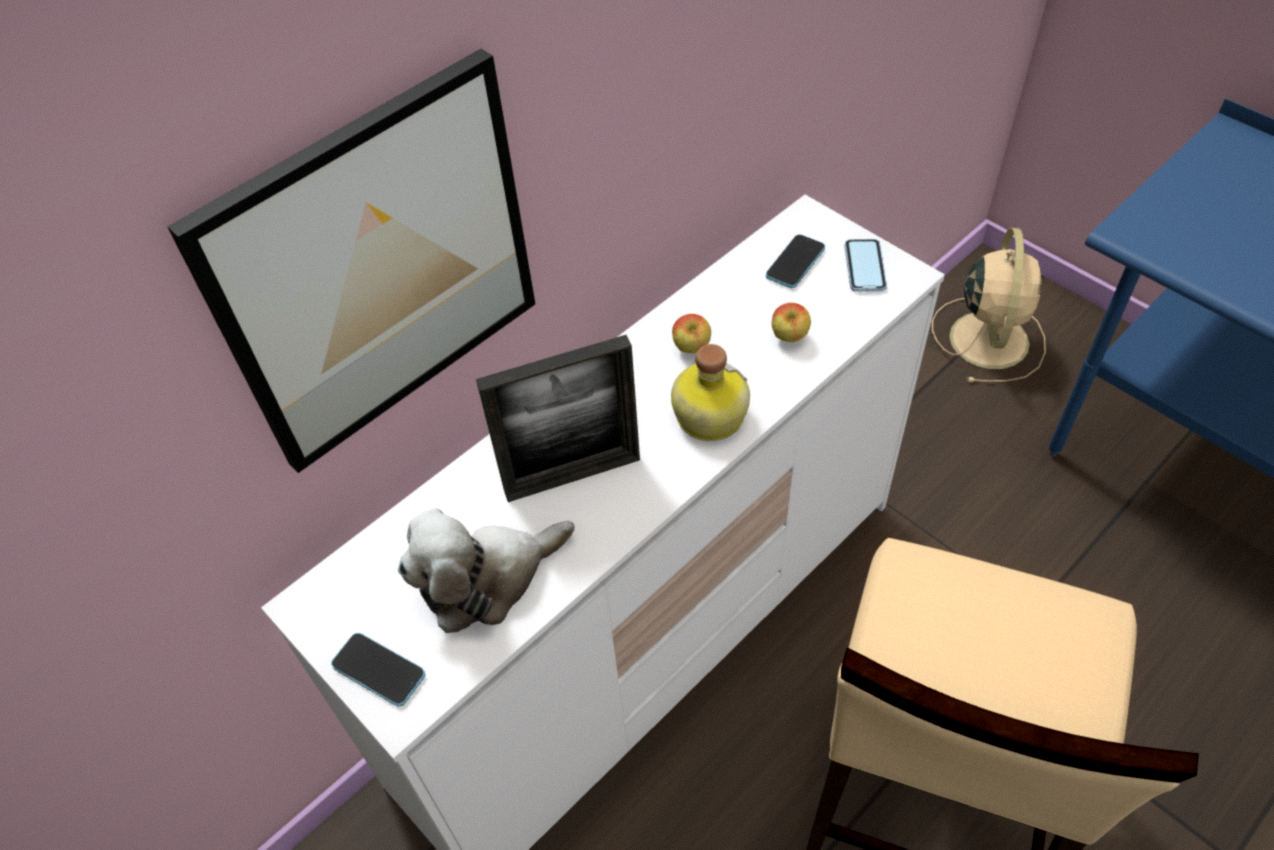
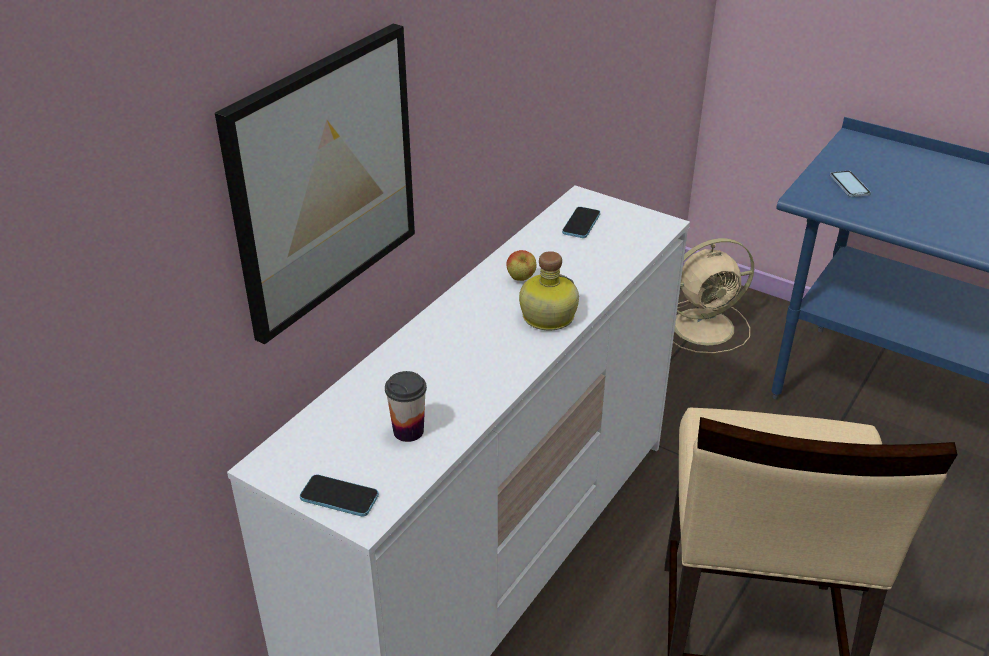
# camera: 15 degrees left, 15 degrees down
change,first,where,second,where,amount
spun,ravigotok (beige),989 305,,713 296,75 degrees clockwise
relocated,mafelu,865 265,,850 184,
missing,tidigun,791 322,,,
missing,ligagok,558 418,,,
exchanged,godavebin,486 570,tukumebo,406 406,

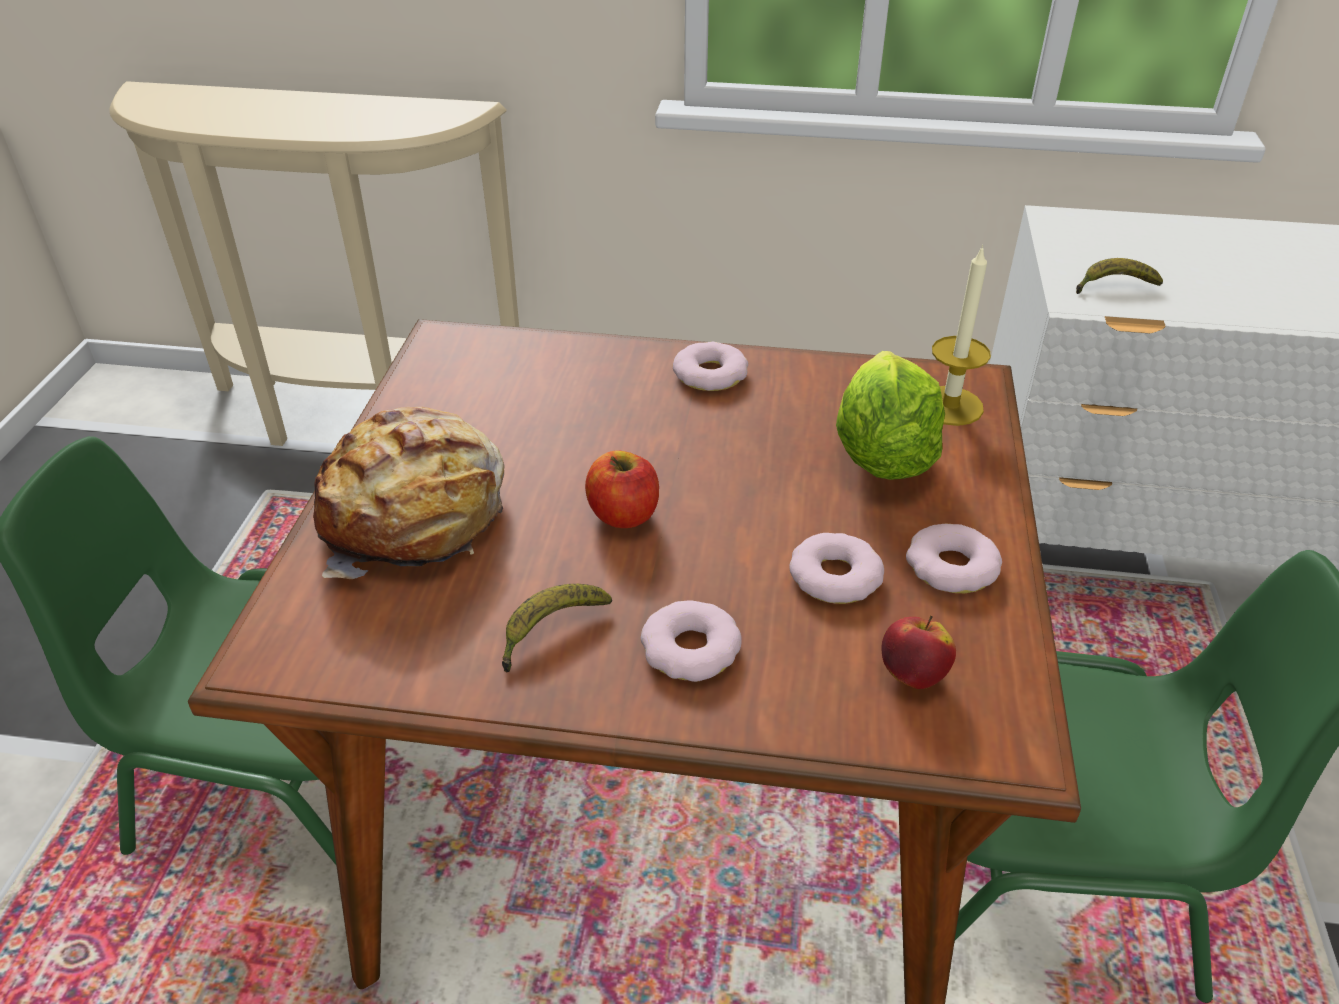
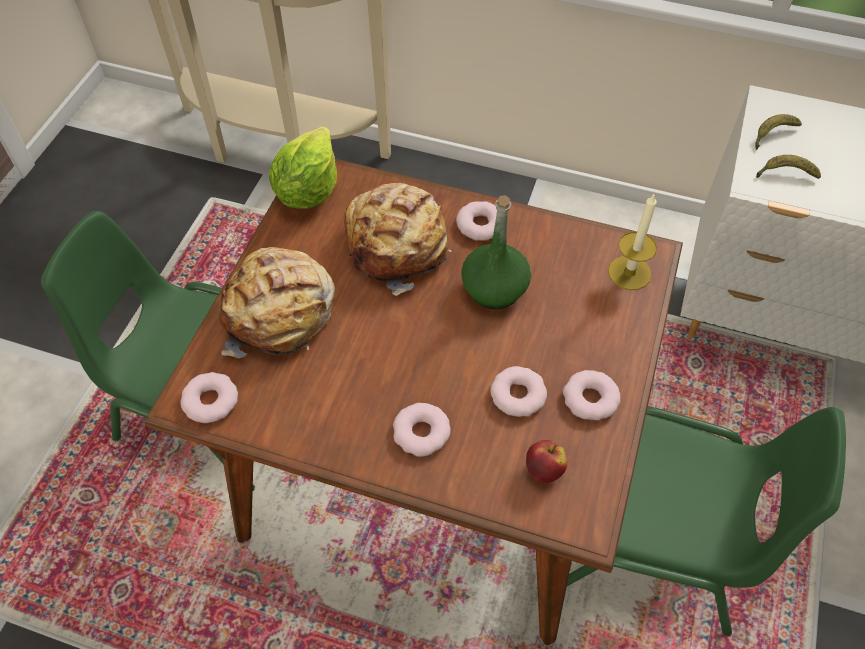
# camera: 10 degrees right, 15 degrees up
change,first,where,second,where,amount
relocated,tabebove,890 415,,303 167,
missing,tidigun,622 489,,,
relocated,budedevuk,557 628,,778 132,
appeared,,,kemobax,398 239,
appeared,,,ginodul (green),496 252,
appeared,,,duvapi,209 397,

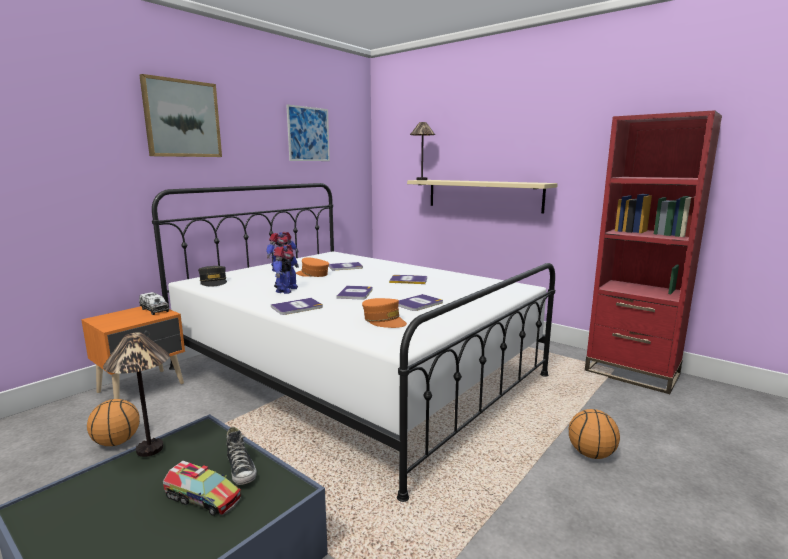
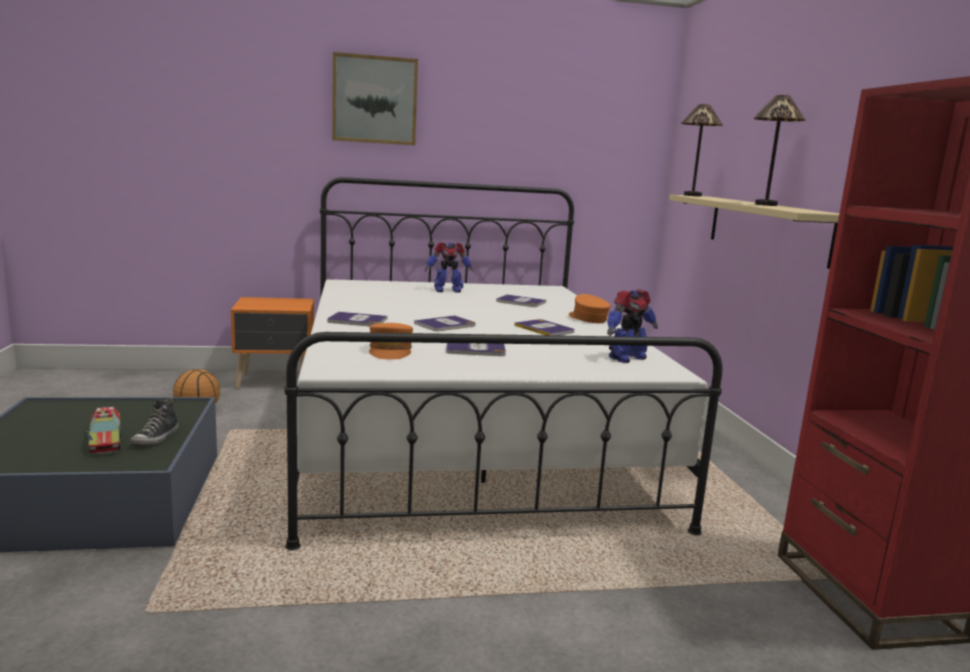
# camera: 40 degrees right, 0 degrees up
change,first,where,second,where,amount
missing,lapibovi,308 132,,,
relocated,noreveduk,286 269,,632 326,
relocated,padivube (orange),312 267,,590 308,
missing,padivube (grey),212 276,,,
missing,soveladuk,154 303,,,
relocated,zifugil,136 394,,779 150,
missing,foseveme,594 434,,,

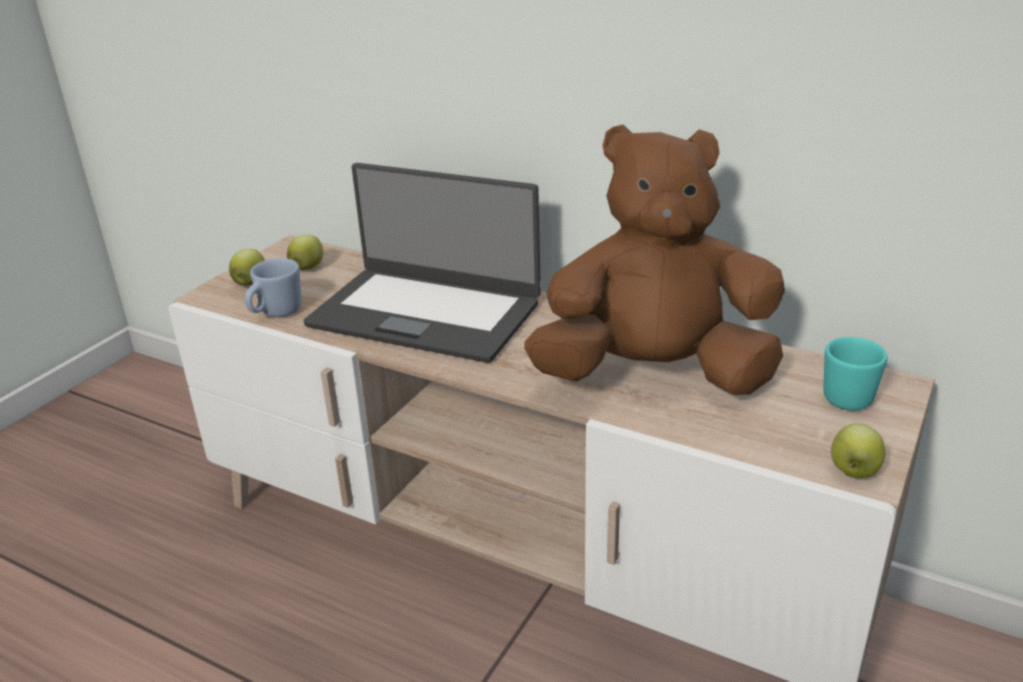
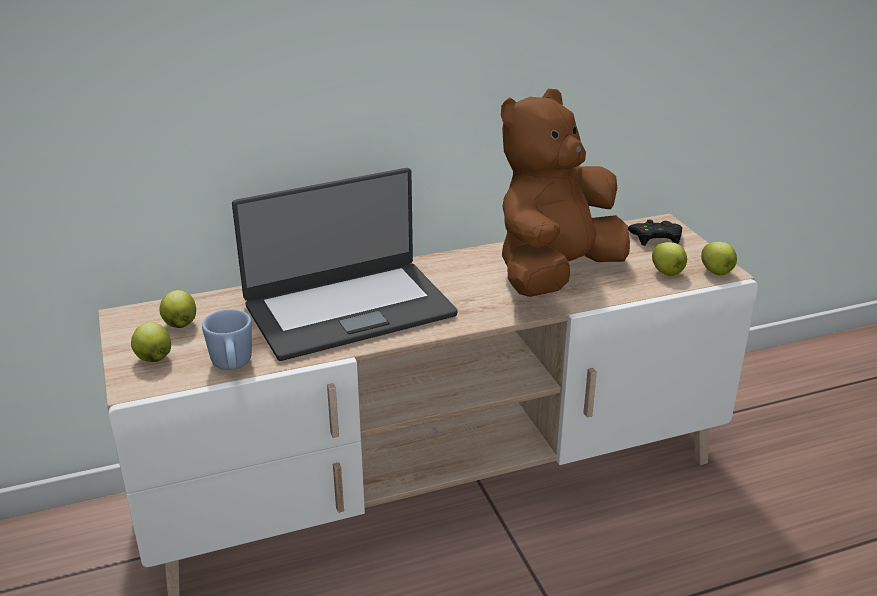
# camera: 50 degrees left, 0 degrees up
change,first,where,second,where,amount
exchanged,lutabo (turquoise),855 373,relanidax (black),655 232,
appeared,,,tidigun,669 259,

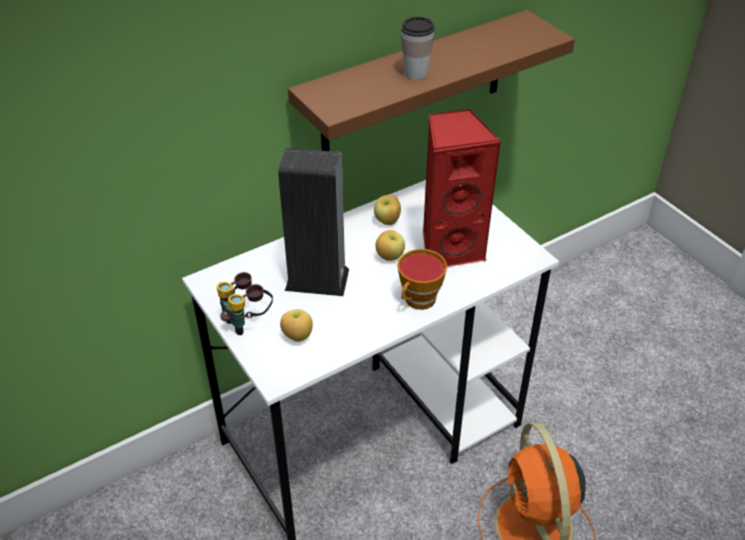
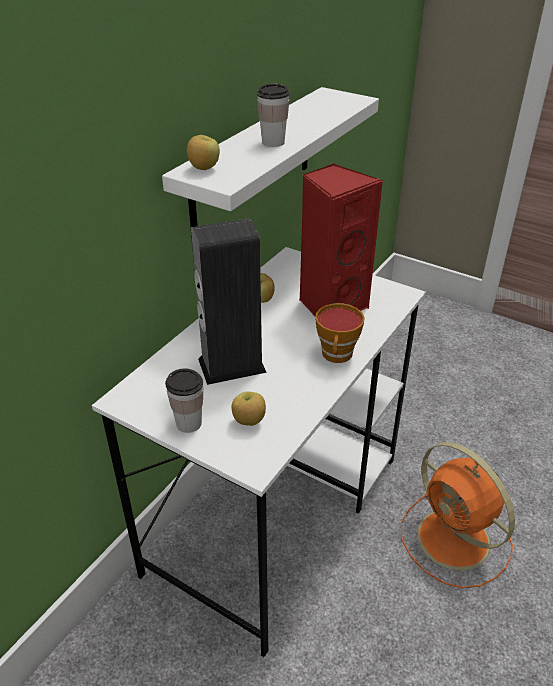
# camera: 25 degrees left, 5 degrees down
change,first,where,second,where,amount
colour,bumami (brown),431 80,bumami (white),270 162,
relocated,tidigun,390 245,,203 152,
exchanged,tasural,245 303,tukumebo,184 401,

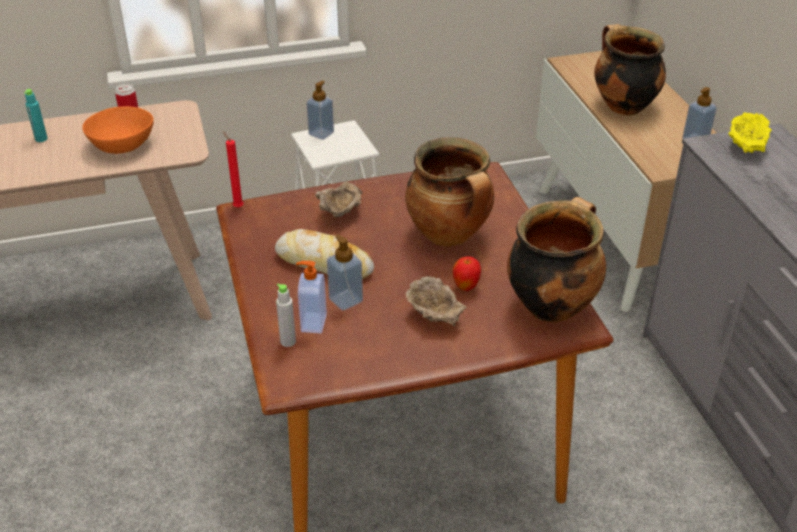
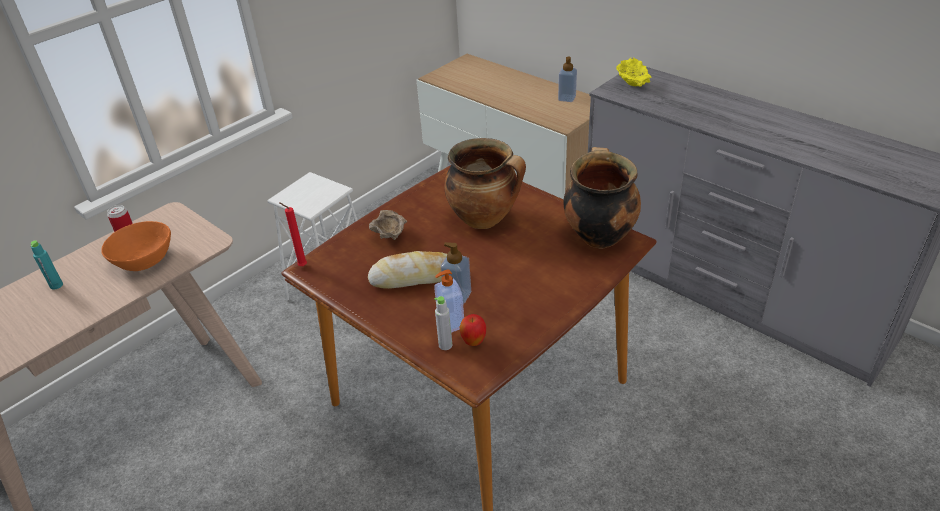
# camera: 30 degrees left, 0 degrees up
change,first,where,second,where,amount
missing,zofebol,630 70,,,
missing,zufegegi,320 110,,,
relocated,tidigun,467 273,,473 330,
missing,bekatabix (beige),436 301,,,

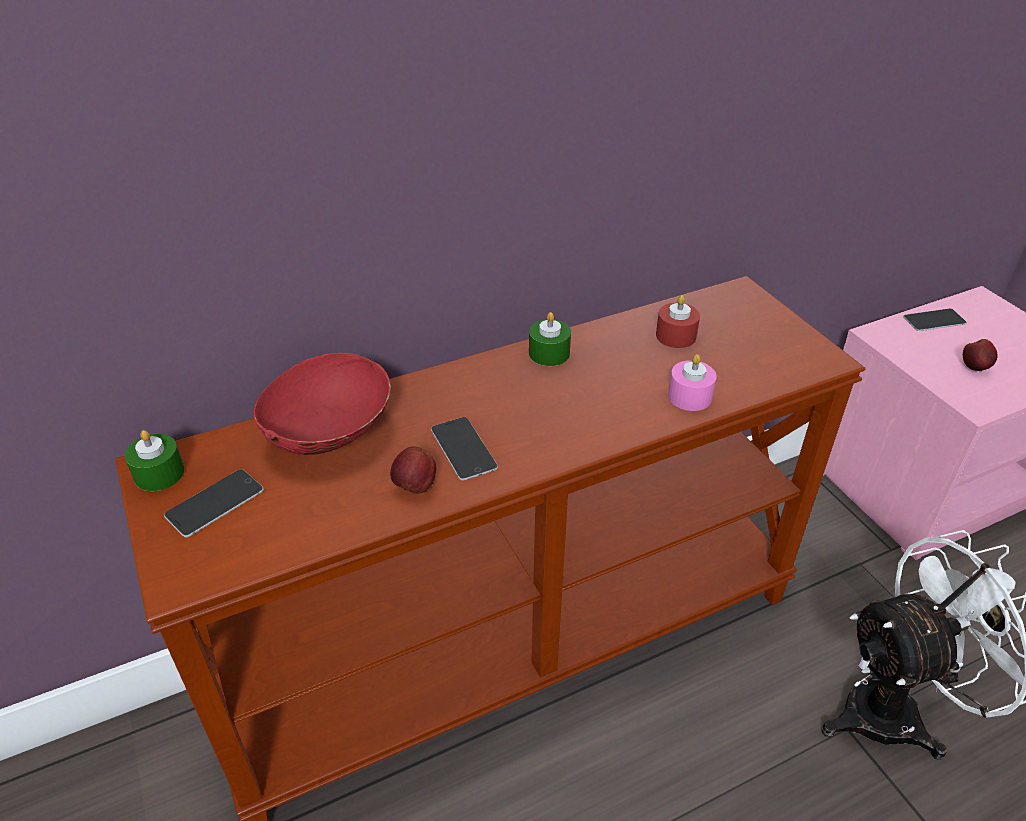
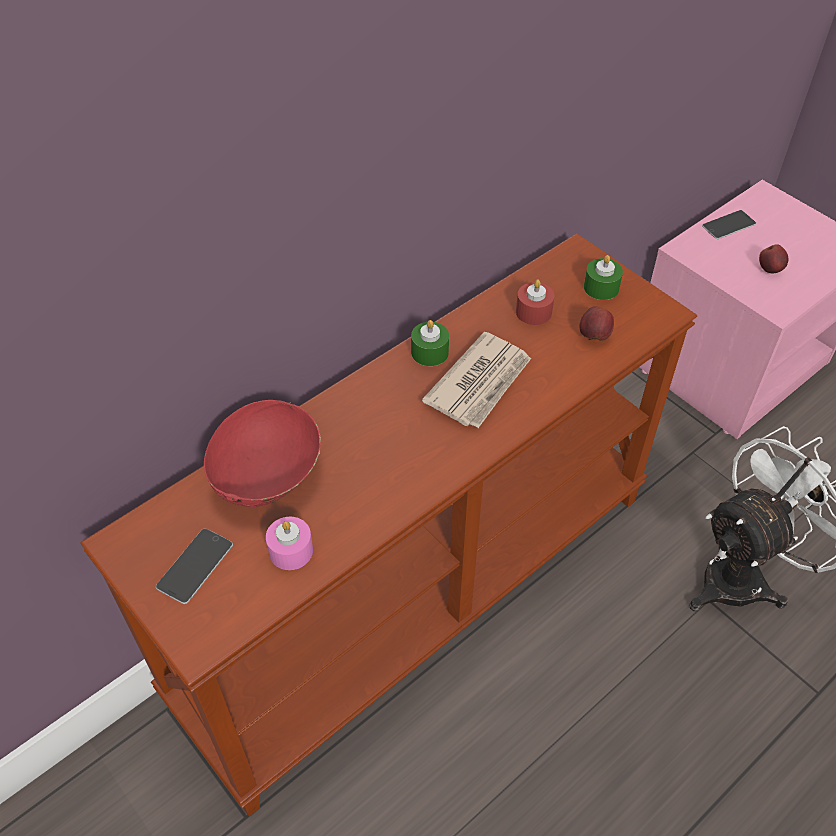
# camera: 15 degrees left, 10 degrees up
change,first,where,second,where,amount
relocated,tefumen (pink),692 382,,289 543,
missing,mafelu,464 449,,,
relocated,tefumen (green),155 460,,603 277,
relocated,tidigun,413 470,,597 323,
appeared,,,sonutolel,476 380,

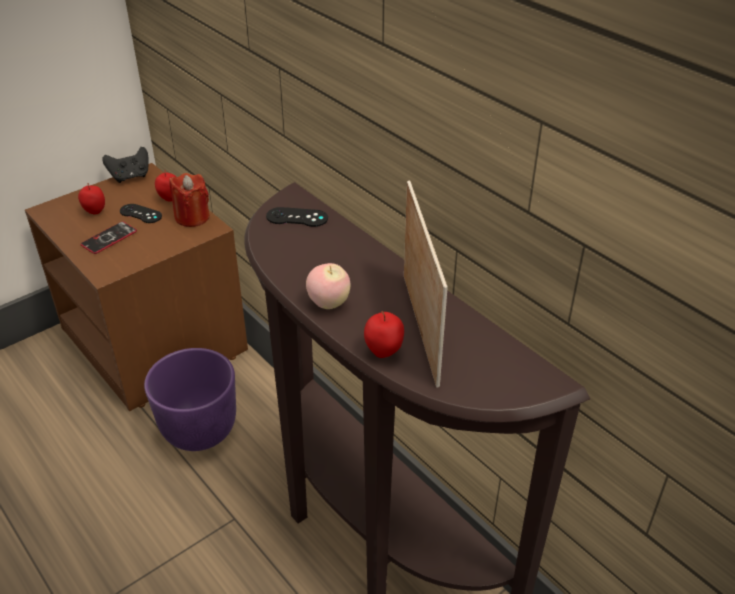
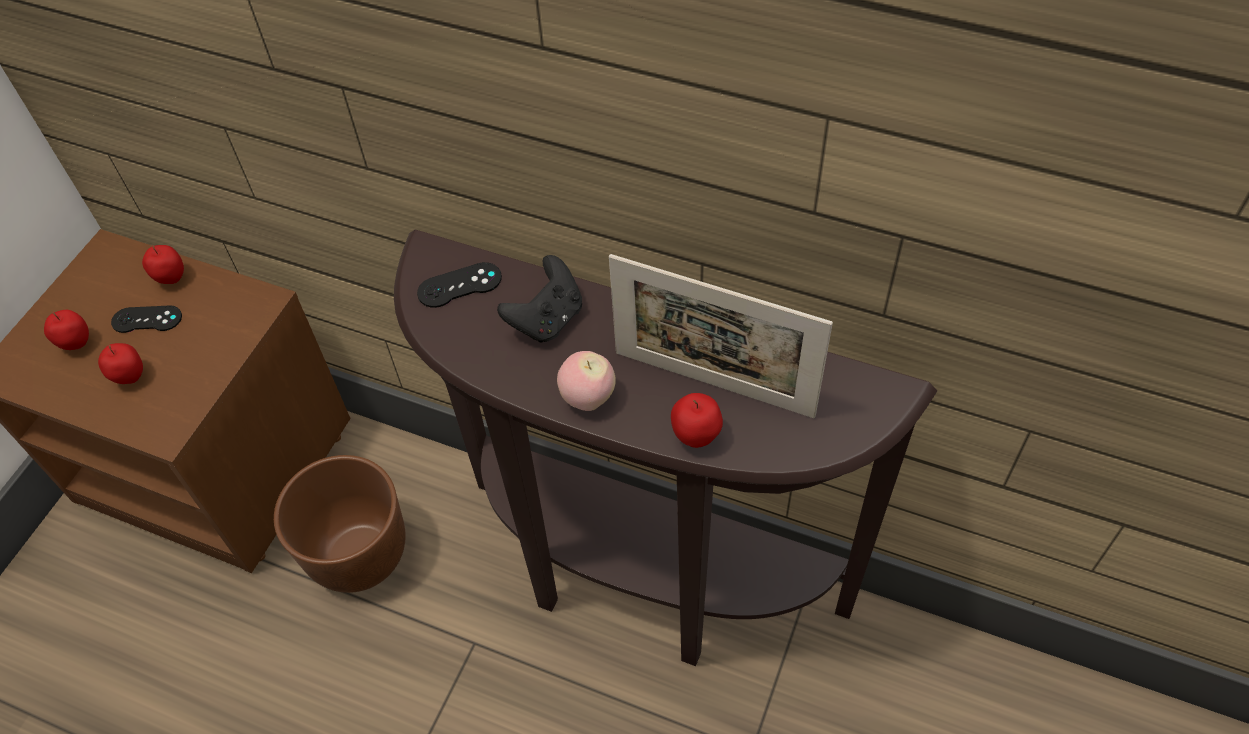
# camera: 25 degrees left, 15 degrees up
change,first,where,second,where,amount
relocated,relanidax (black),125 165,,539 299,
missing,tefumen (red),189 200,,,
spun,ligagok,426 284,,721 336,150 degrees clockwise
exchanged,mafelu,109 238,tidigun,120 363,
colour,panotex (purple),190 399,panotex (brown),340 524,

